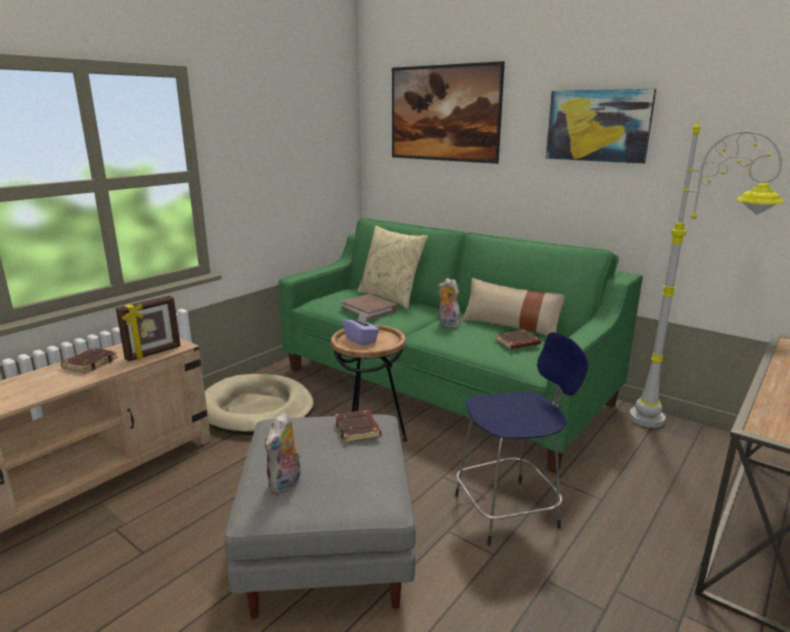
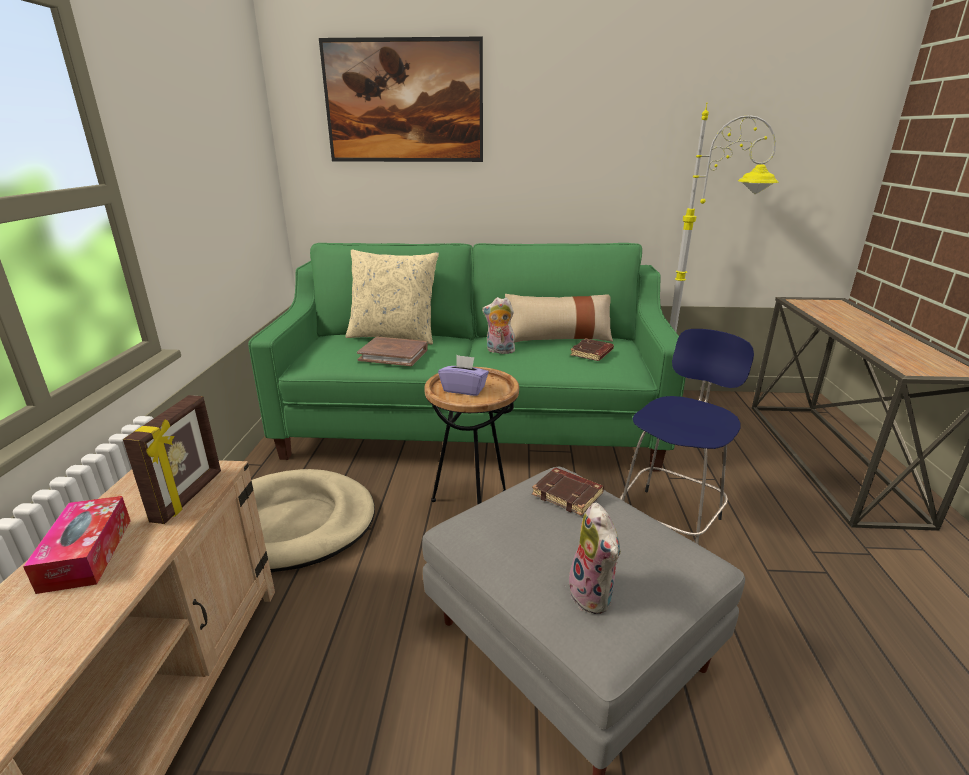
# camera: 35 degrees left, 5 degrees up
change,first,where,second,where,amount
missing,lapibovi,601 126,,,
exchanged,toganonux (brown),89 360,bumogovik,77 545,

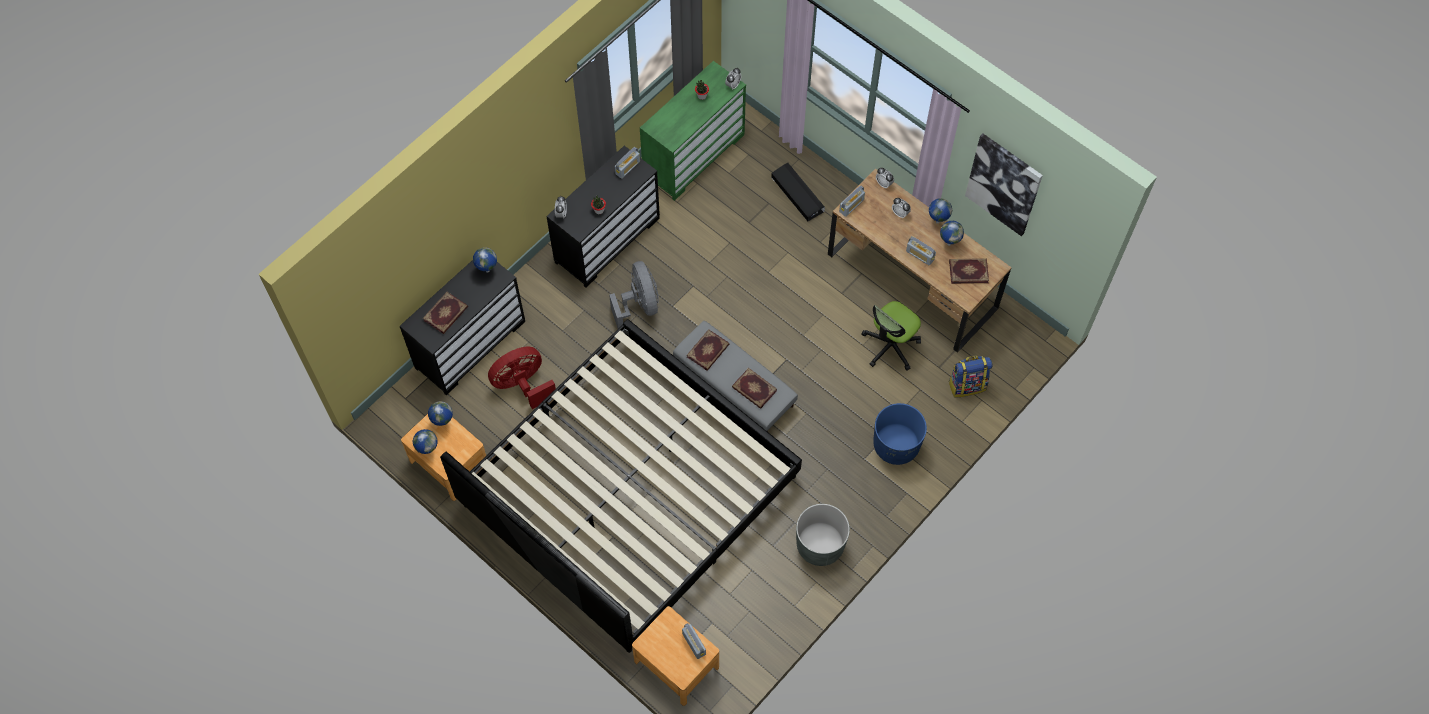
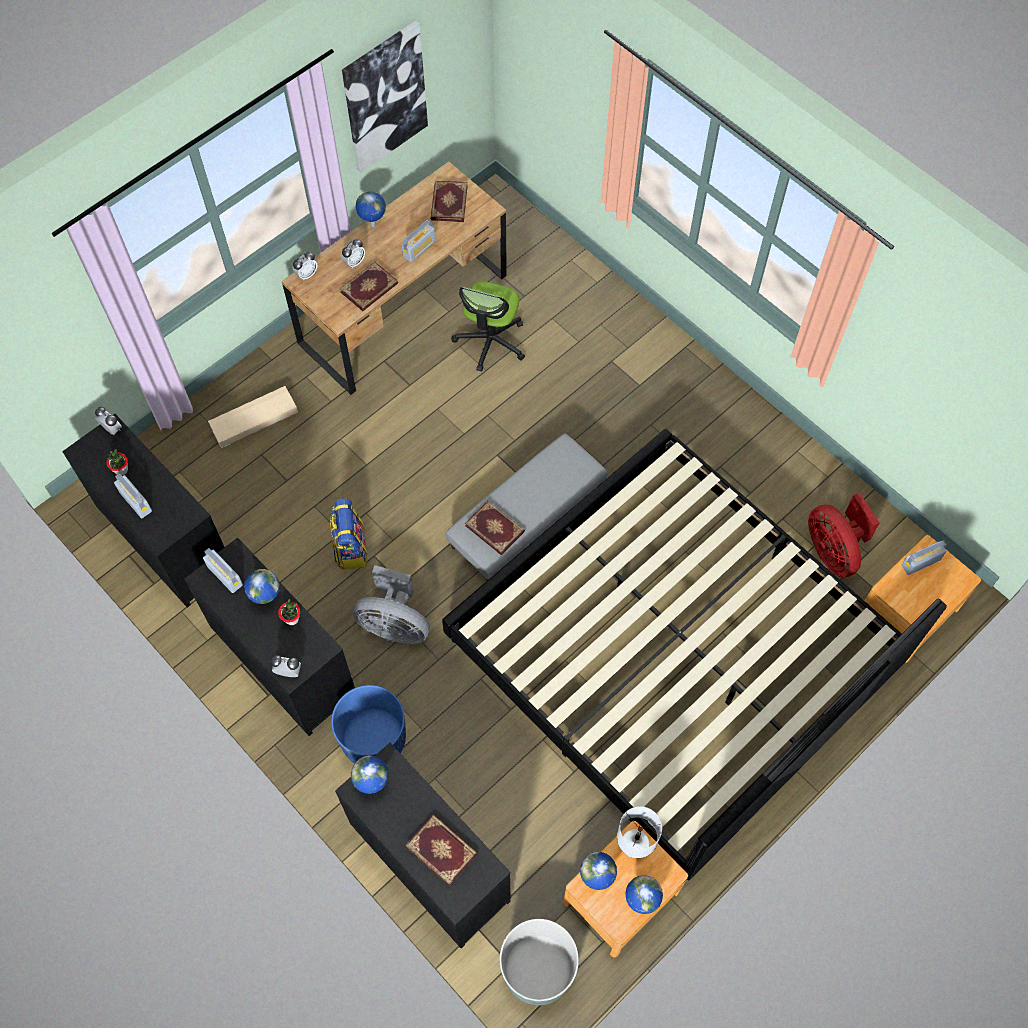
# camera: 85 degrees left, 0 degrees up
change,first,where,second,where,amount
colour,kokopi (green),693 131,kokopi (black),143 511,
colour,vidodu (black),798 192,vidodu (beige),253 417,
relocated,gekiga,852 201,,133 495,
relocated,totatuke,952 233,,262 586,
spun,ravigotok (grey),634 294,,391 604,150 degrees counterclockwise
spun,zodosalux,891 336,,488 326,60 degrees clockwise
relocated,ravigotok (red),522 378,,844 535,
relocated,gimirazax,971 376,,348 534,
relocated,toganonux,754 388,,369 286,
relocated,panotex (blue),900 434,,368 724,
relocated,panotex (grey),823 535,,539 962,
appeared,,,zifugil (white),639 832,

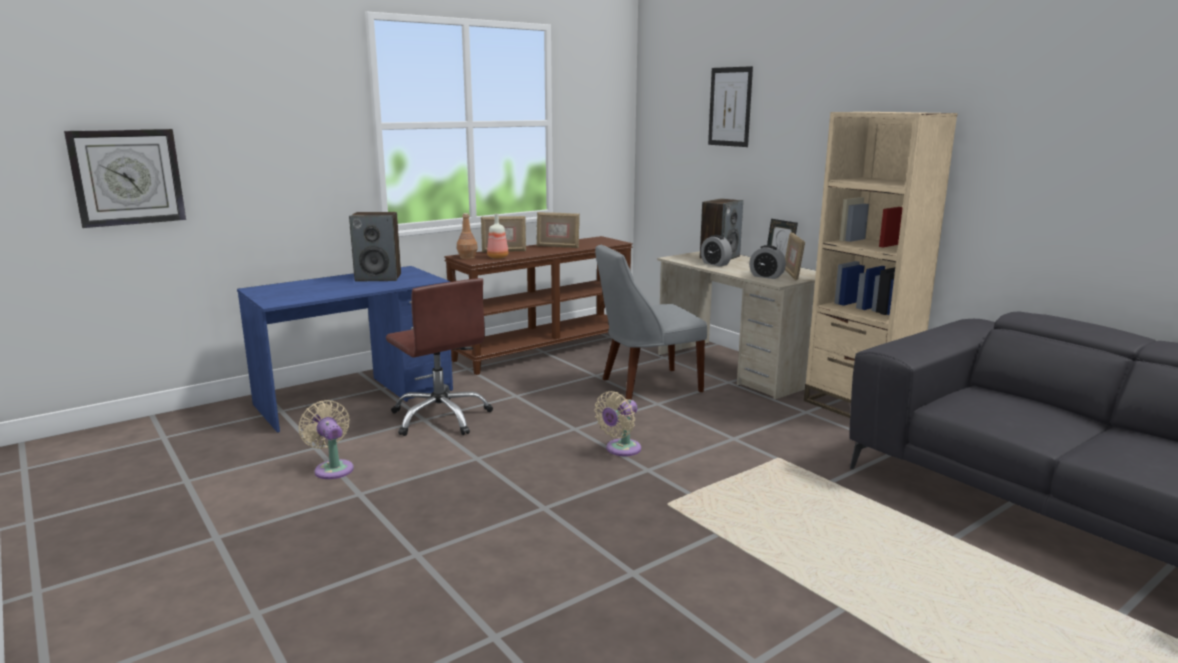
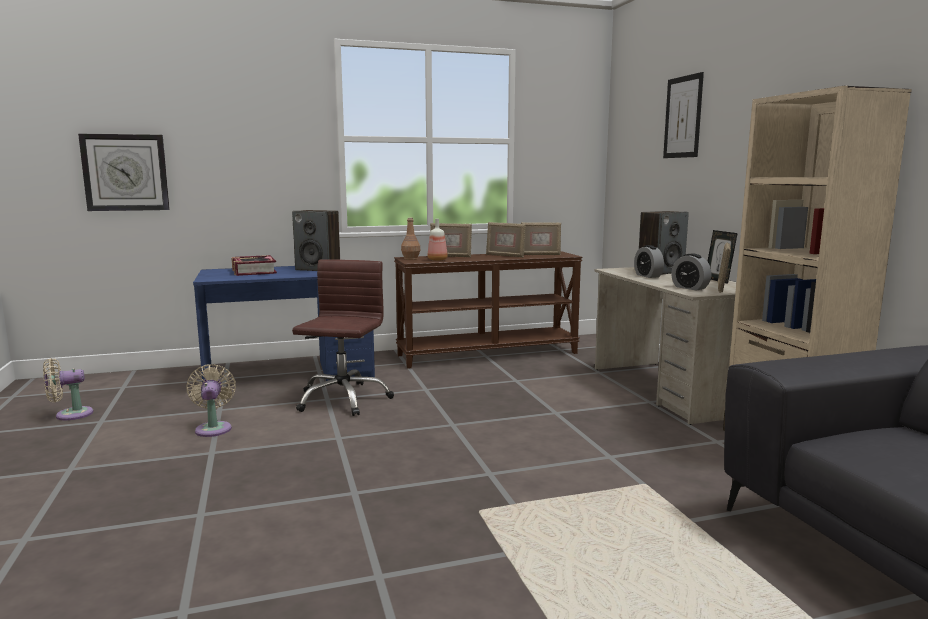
# camera: 20 degrees right, 5 degrees down
change,first,where,second,where,amount
missing,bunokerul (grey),651 322,,,
spun,zodosalux (brown),439 357,,343 337,150 degrees counterclockwise
relocated,ravigotok (beige),617 423,,68 389,
appeared,,,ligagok,541 238,
appeared,,,toganonux,254 265,

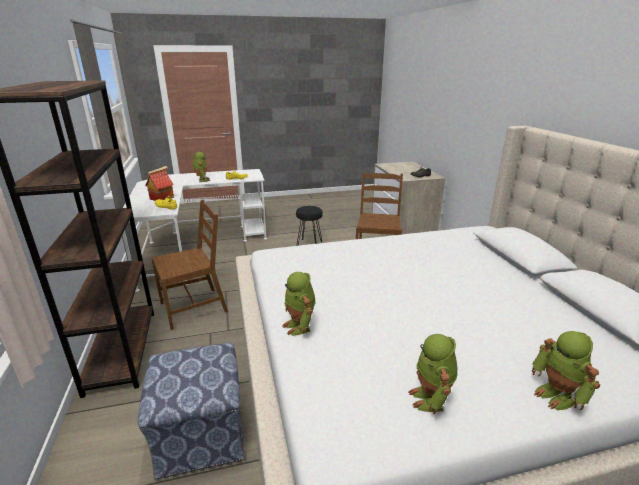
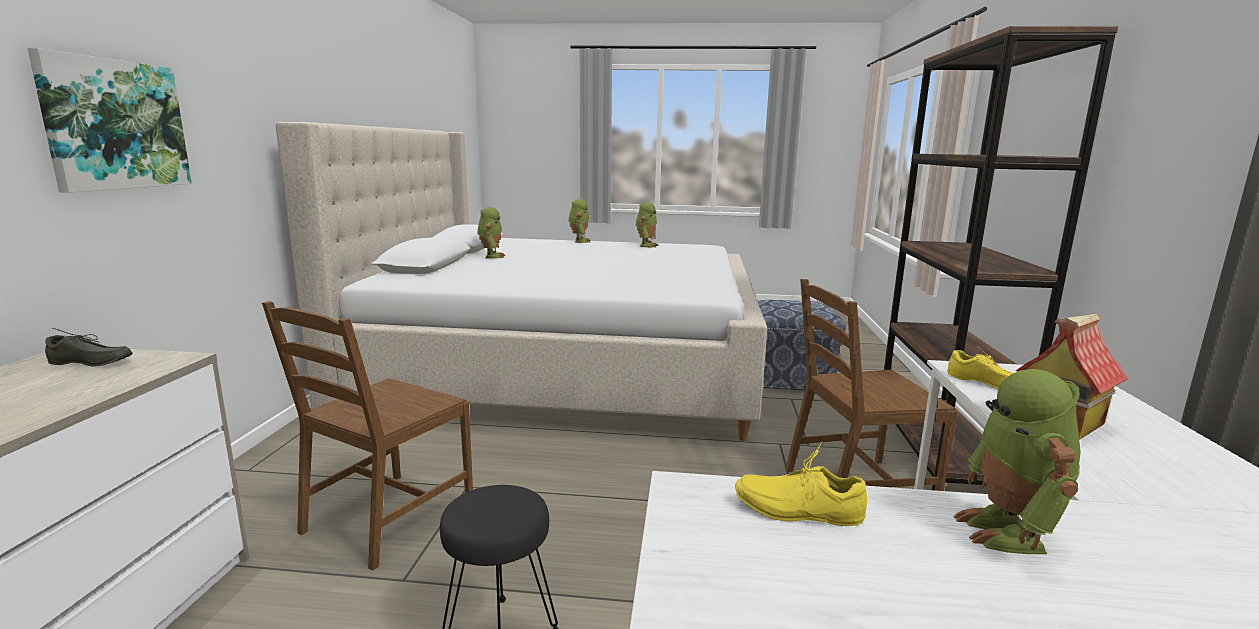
# camera: 160 degrees left, 10 degrees down
change,first,where,second,where,amount
relocated,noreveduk,299 304,,491 232,
appeared,,,lapibovi,109 120,

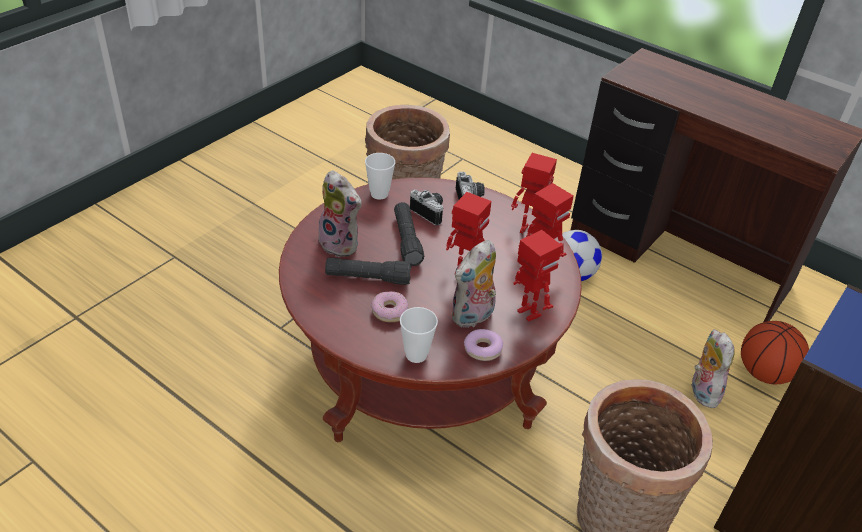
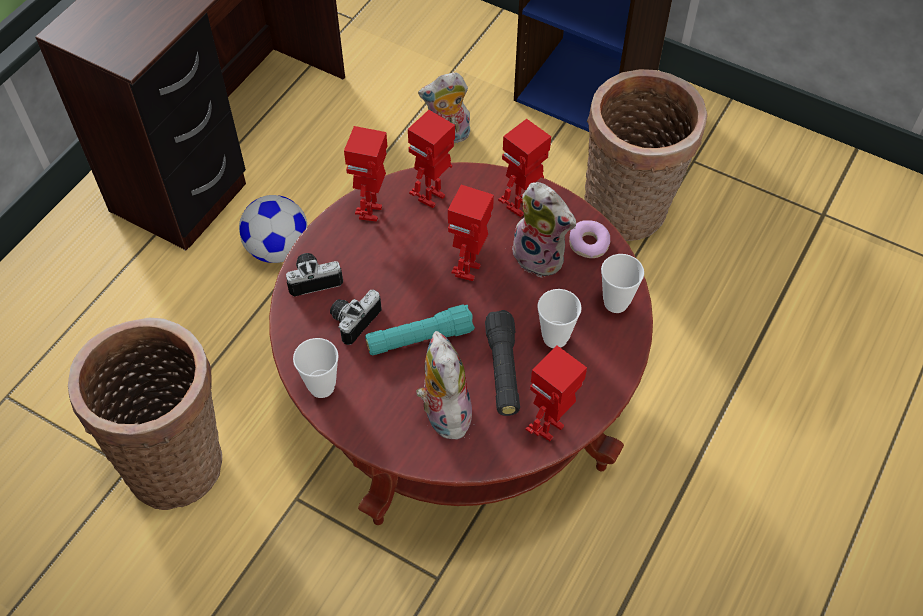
# camera: 95 degrees left, 15 degrees up
change,first,where,second,where,amount
spun,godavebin,340 214,,444 385,45 degrees counterclockwise
colour,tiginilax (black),409 234,tiginilax (turquoise),420 330,
exchanged,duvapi,389 306,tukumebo,559 318,
missing,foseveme,775 352,,,
appeared,,,noreveduk,556 393,

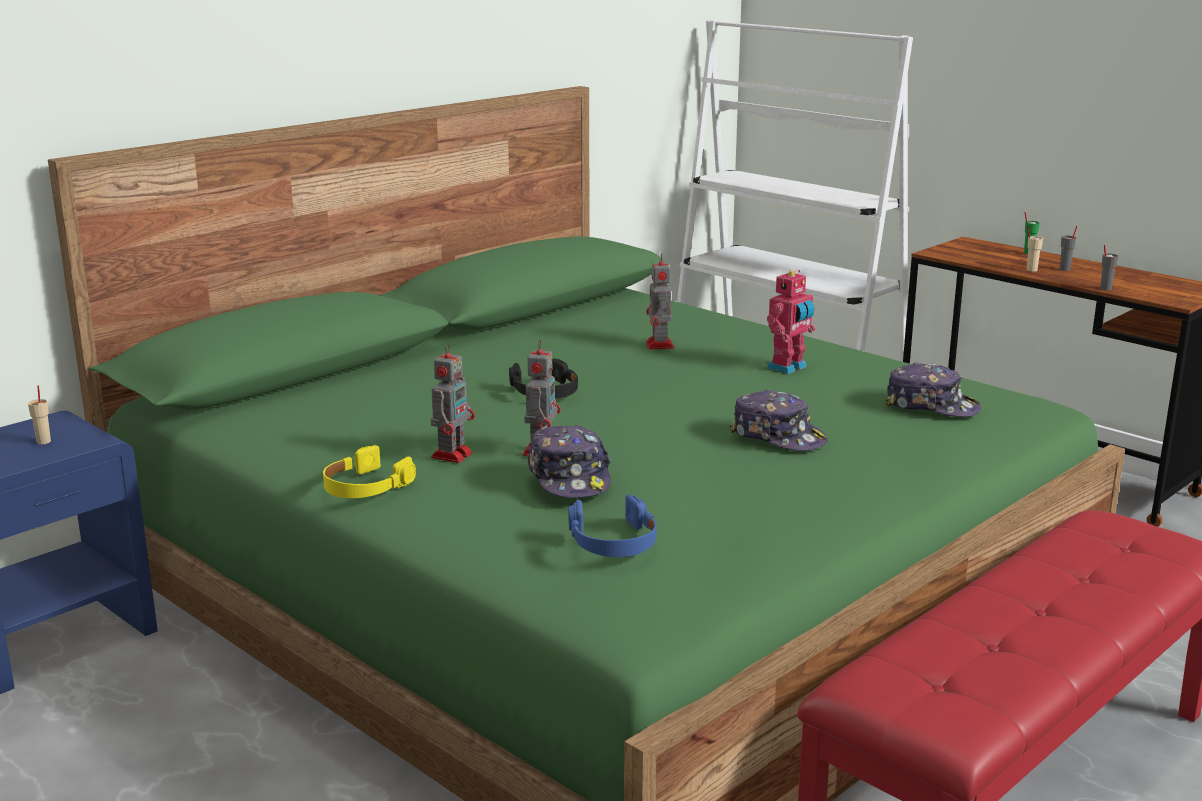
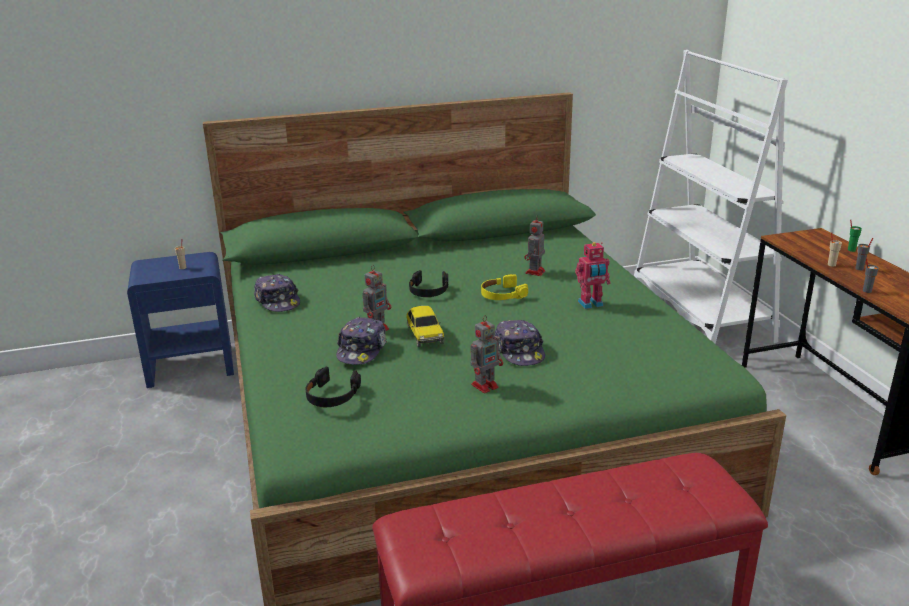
# camera: 30 degrees right, 5 degrees up
change,first,where,second,where,amount
relocated,noreveduk,453 403,,486 354,
relocated,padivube,933 389,,277 293,
relocated,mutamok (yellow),369 471,,504 287,
colour,mutamok (blue),613 526,mutamok (black),333 387,
appeared,,,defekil,425 326,

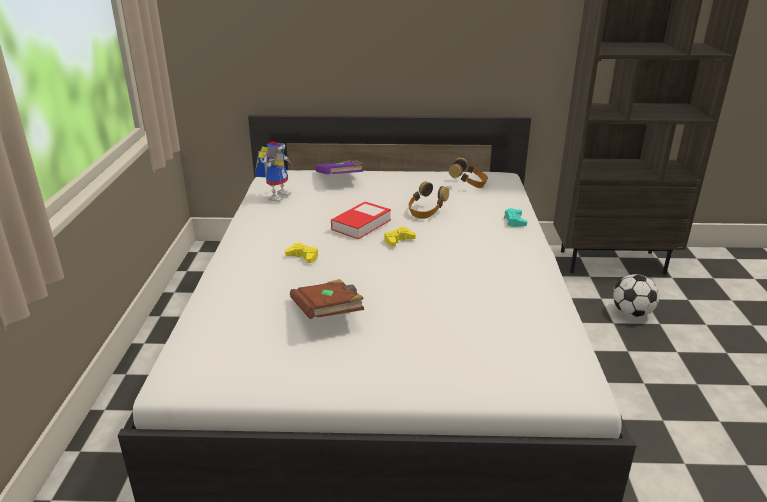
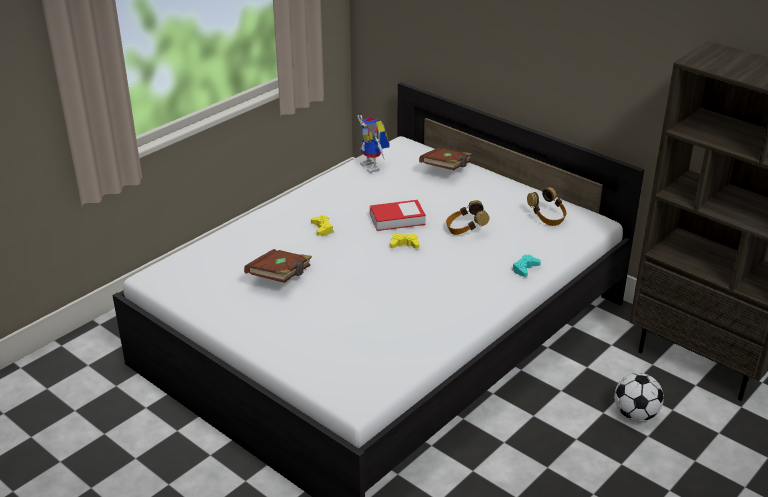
# camera: 40 degrees right, 5 degrees up
change,first,where,second,where,amount
spun,noreveduk,273 171,,373 144,90 degrees clockwise
colour,toganonux (purple),339 167,toganonux (brown),445 159,

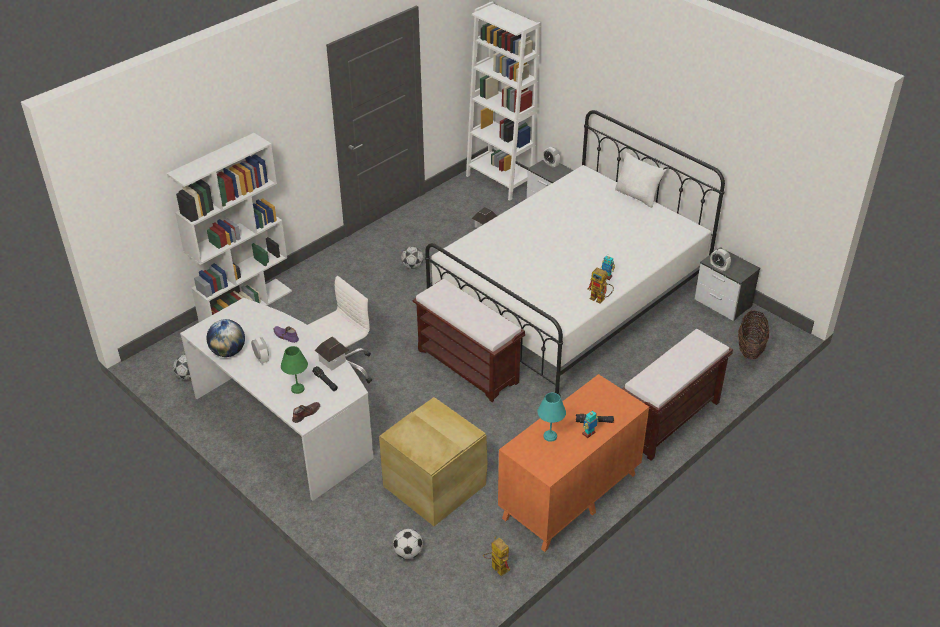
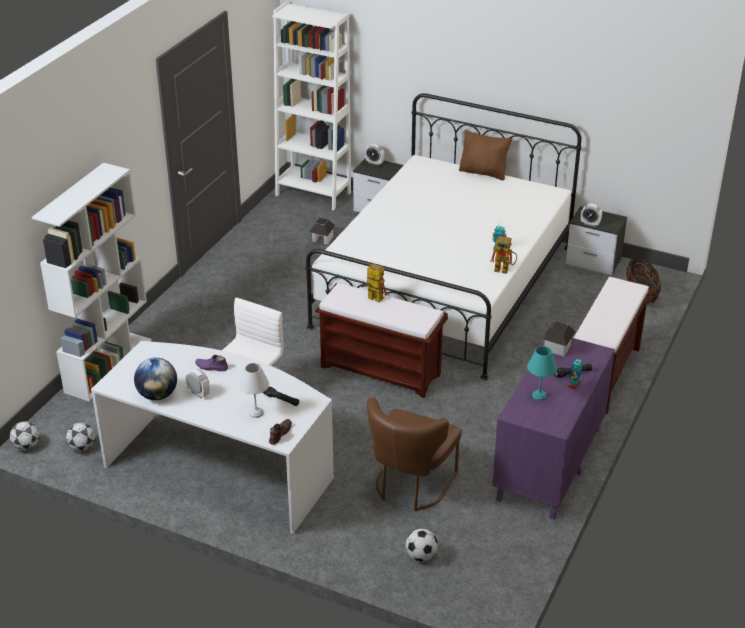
# camera: 20 degrees left, 5 degrees down
change,first,where,second,where,amount
colour,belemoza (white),640 180,belemoza (brown),486 155,
relocated,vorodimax,412 257,,25 435,
relocated,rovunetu,332 353,,559 338,
colour,zifugil (green),294 370,zifugil (white),254 390,
colour,kokopi (orange),573 463,kokopi (purple),553 428,
exchanged,vidodu (beige),433 461,bunokerul (brown),414 454,
relocated,noreveduk,496 556,,373 283,

